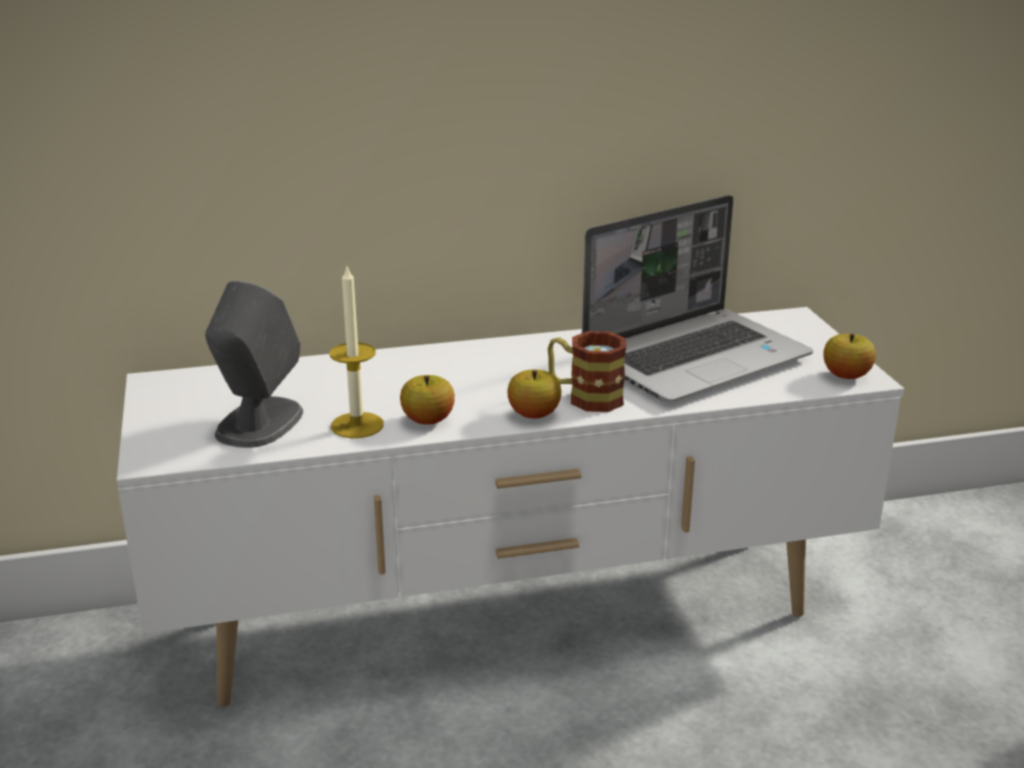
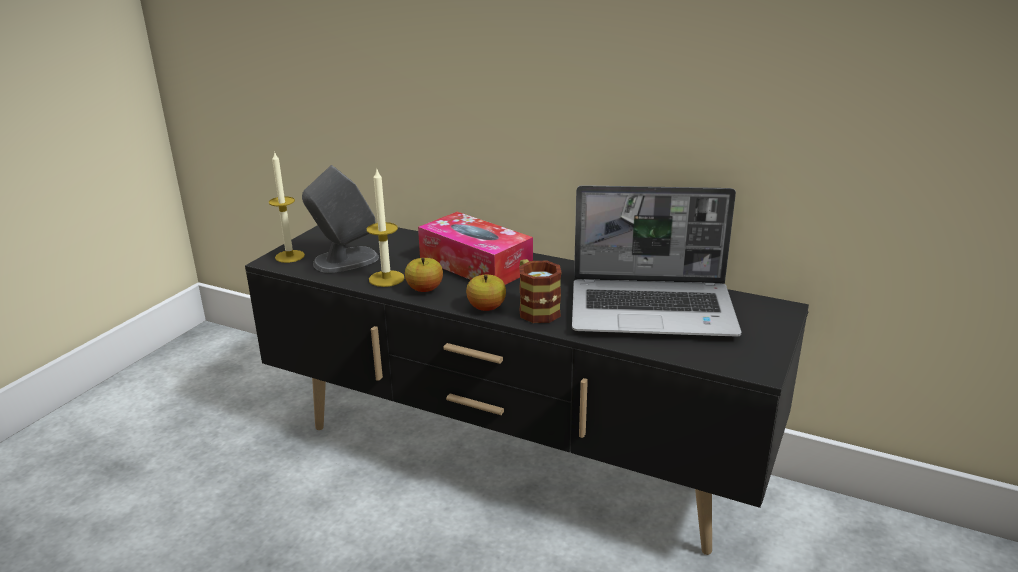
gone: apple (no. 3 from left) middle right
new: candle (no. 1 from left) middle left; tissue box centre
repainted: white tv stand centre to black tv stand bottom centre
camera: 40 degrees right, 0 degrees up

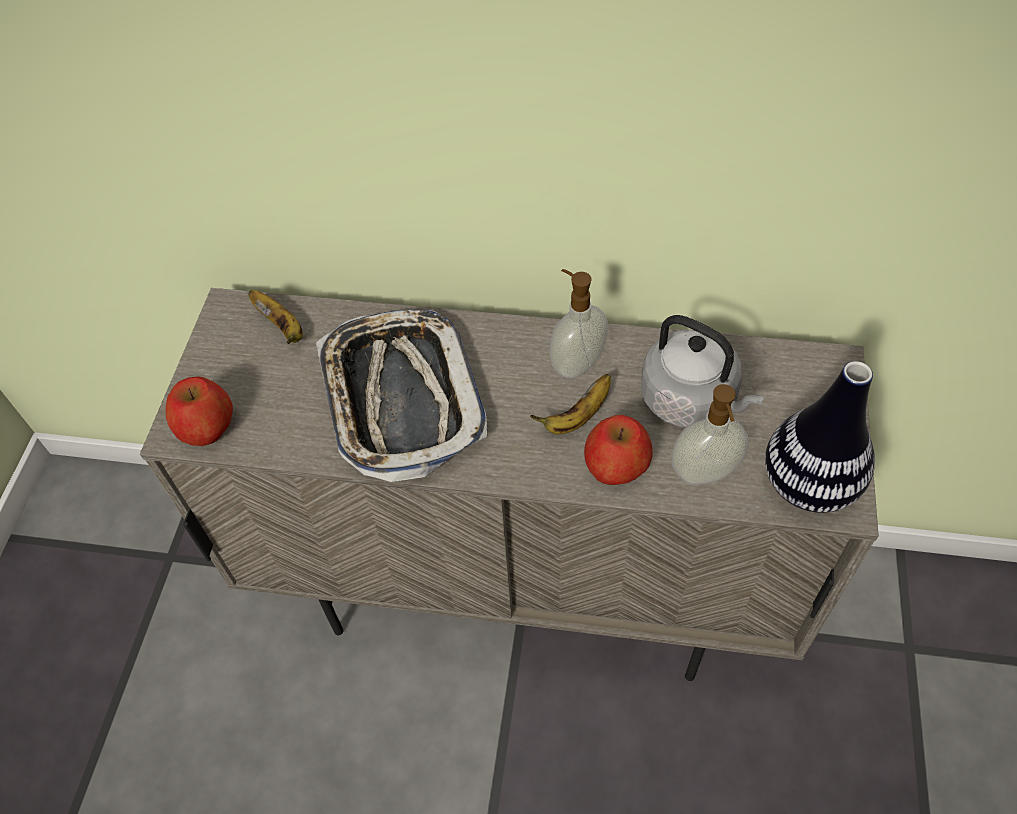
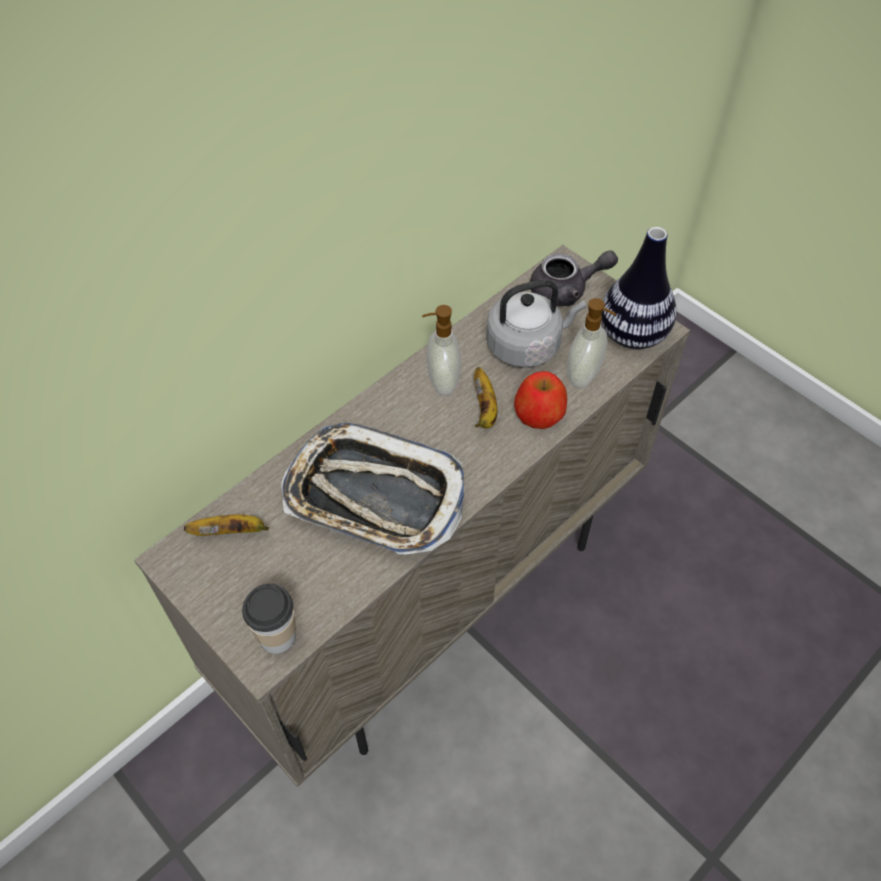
new: grey teapot top centre
swapped: apple (no. 1 from left) middle left to cup bottom left
camera: 55 degrees left, 0 degrees up

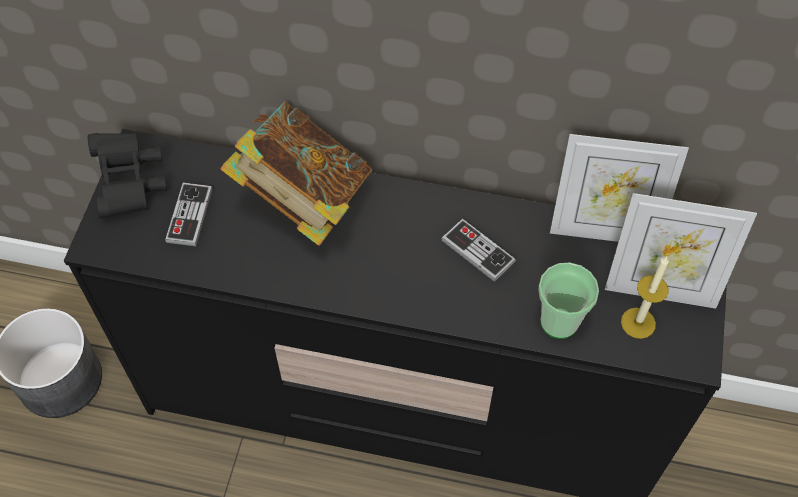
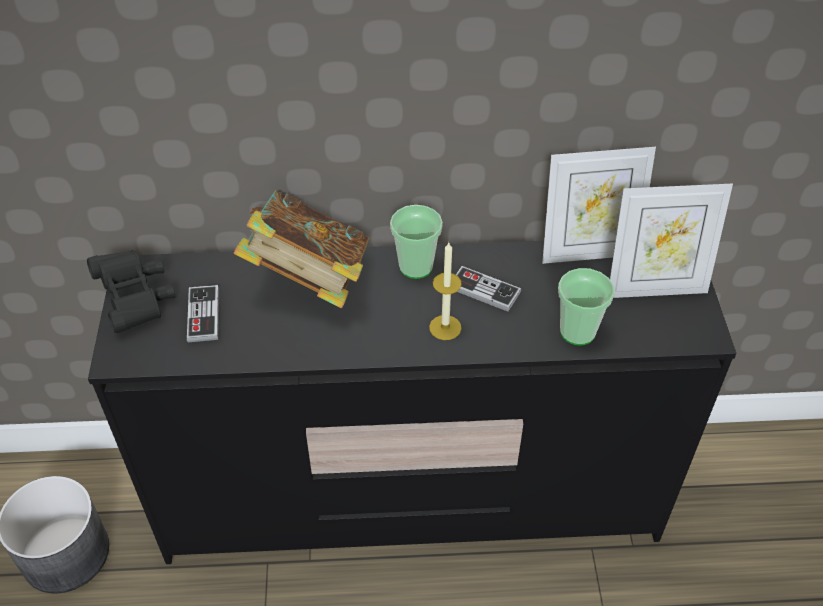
new: cup (no. 1 from left) centre
shifted: candle middle right to centre
camera: 15 degrees left, 10 degrees down

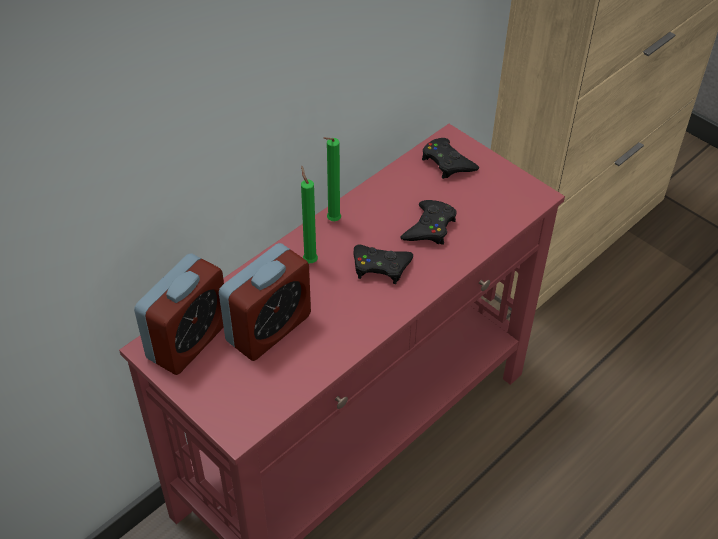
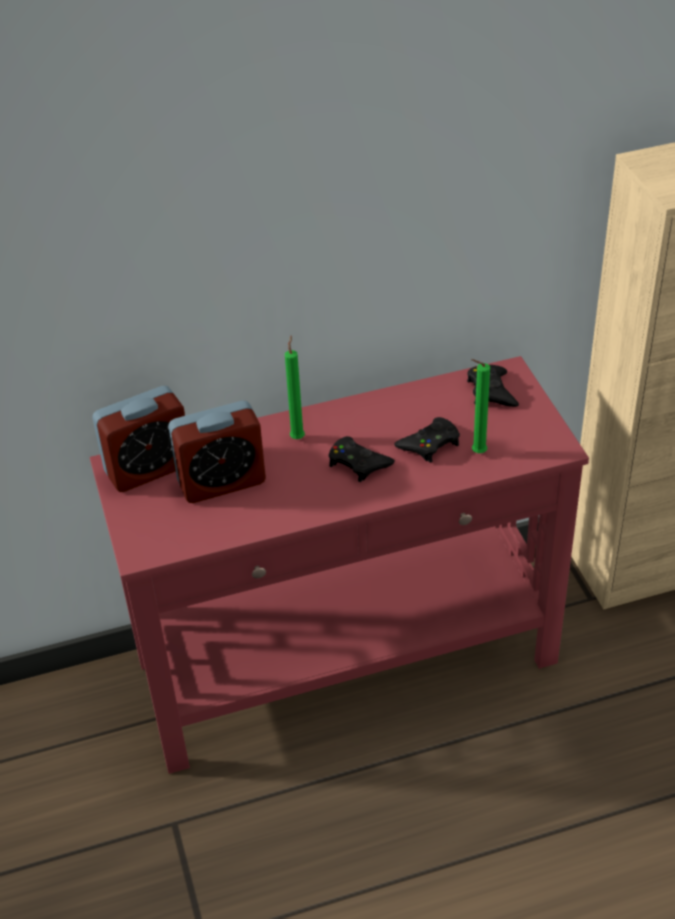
shifted: green candle (no. 2 from left) top centre to middle right
camera: 30 degrees right, 5 degrees down

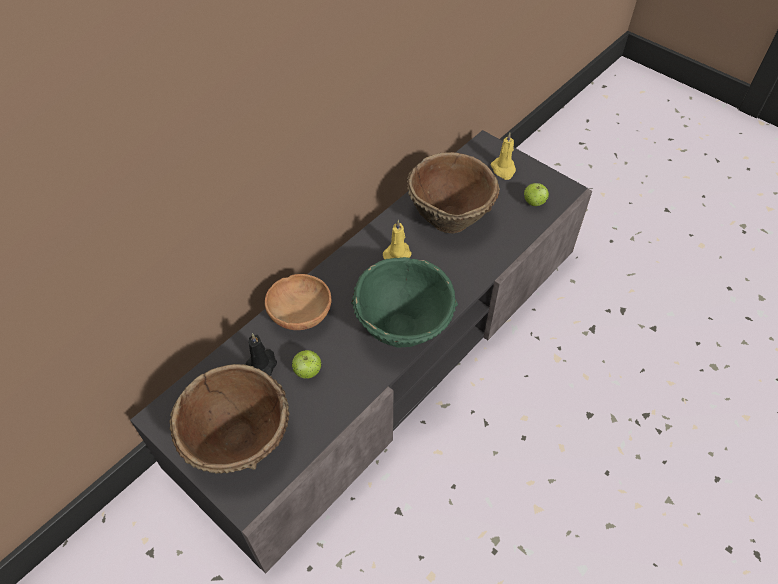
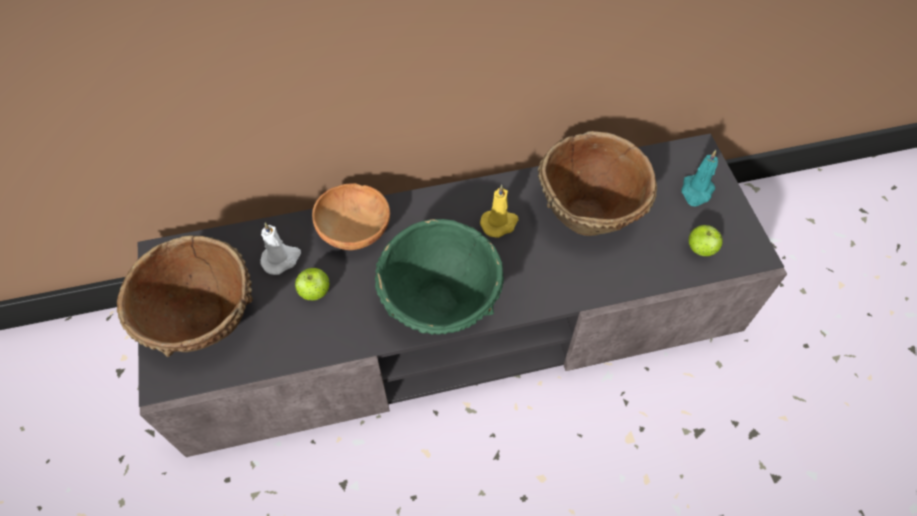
repainted: black candle centre to white candle middle left; yellow candle (no. 2 from left) top centre to turquoise candle middle right
camera: 35 degrees right, 5 degrees up

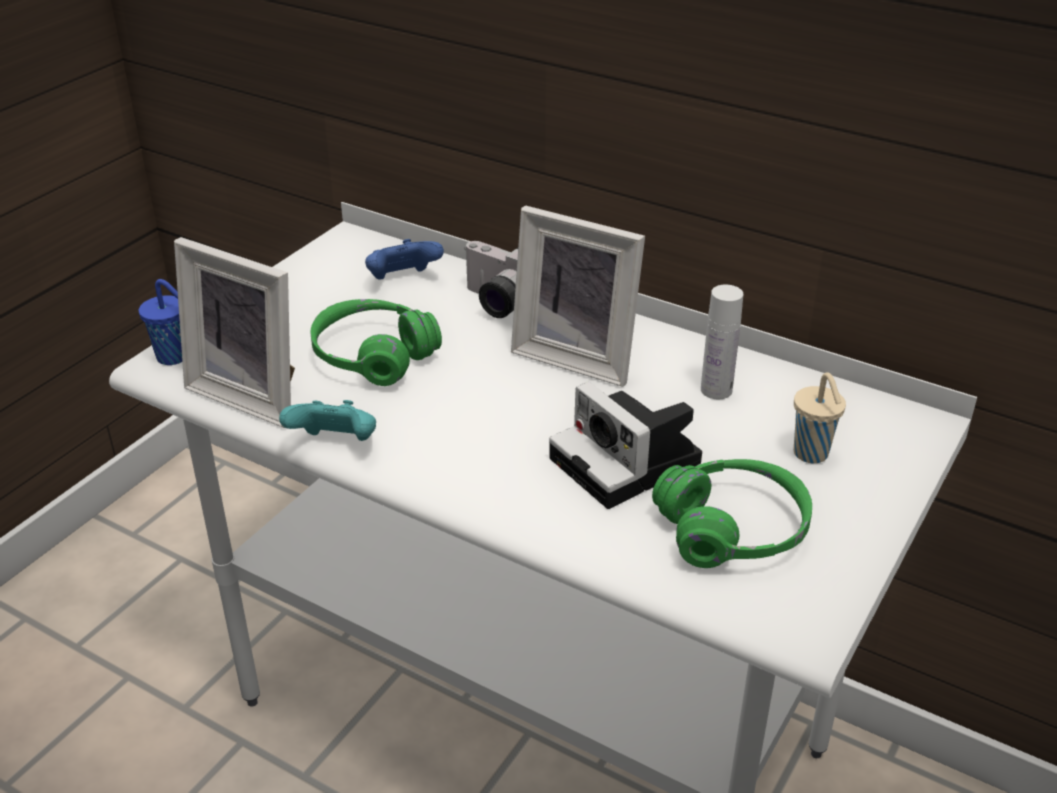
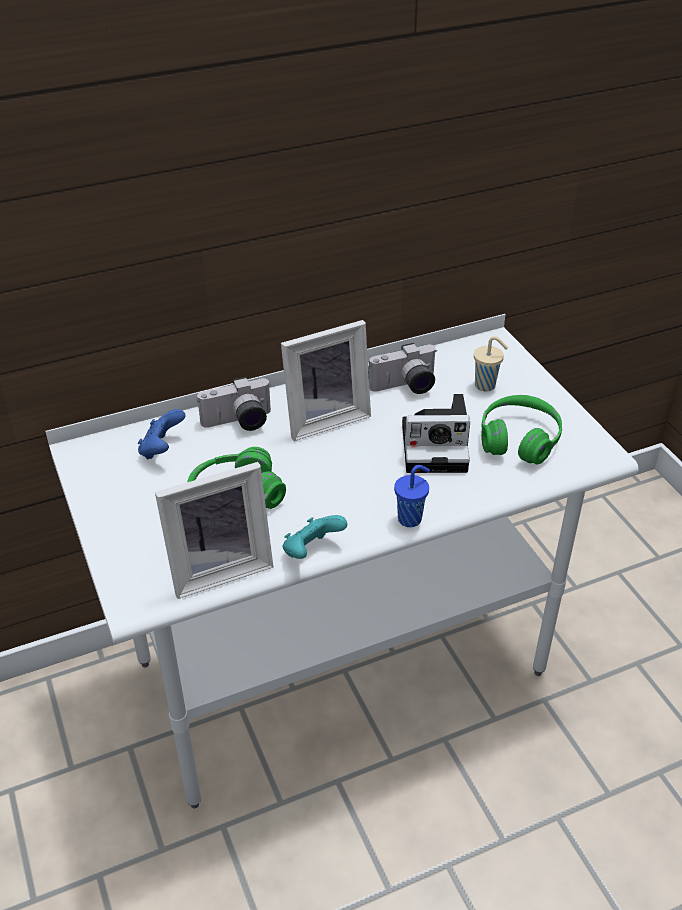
shifted: blue cup middle left to centre
swapped: white bottle middle right to photo camera (no. 2 from left) centre
camera: 55 degrees left, 5 degrees up

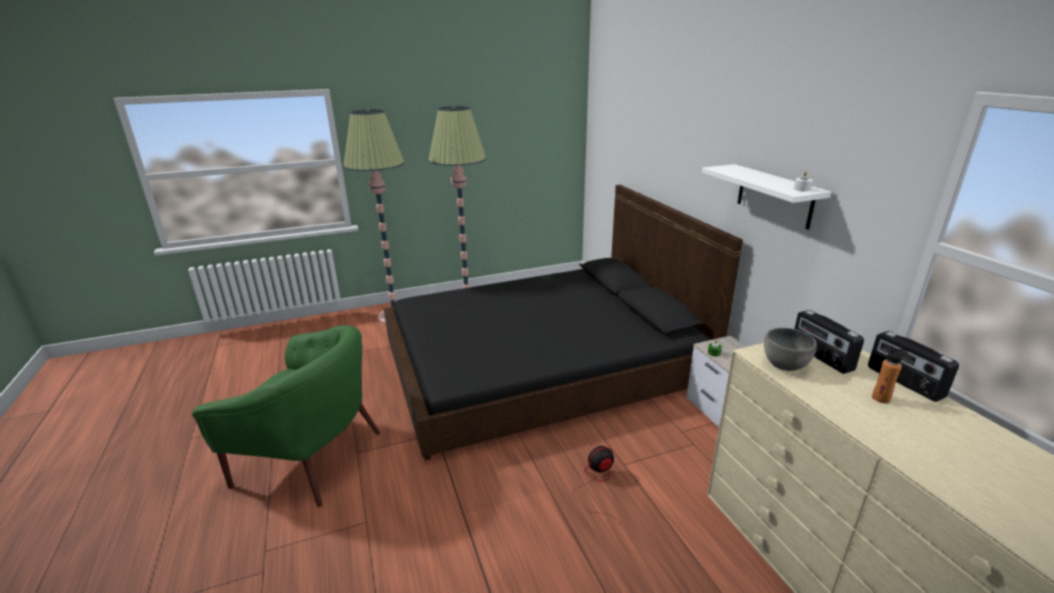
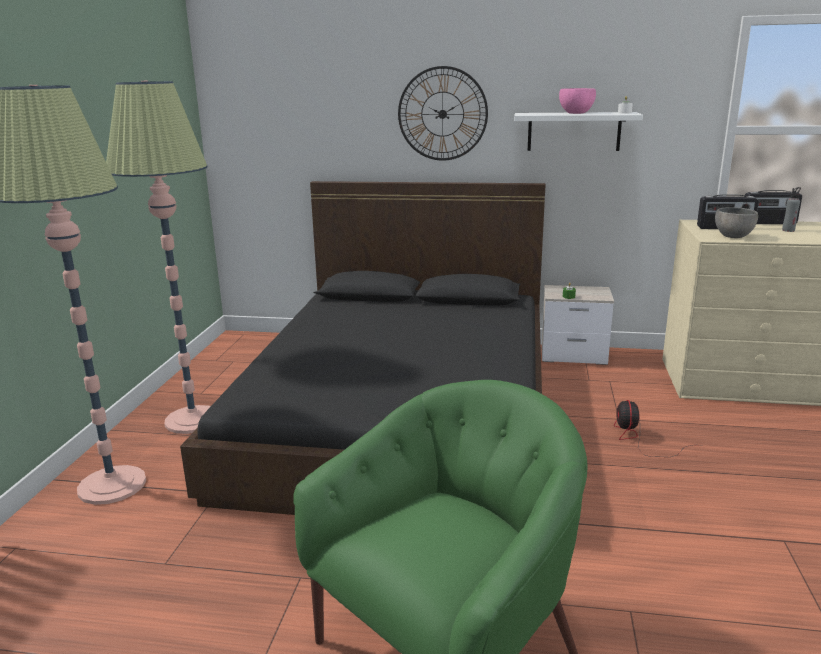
new: wall clock top centre; pink bowl top right
repainted: orange bottle middle right to grey bottle top right
camera: 60 degrees left, 5 degrees down

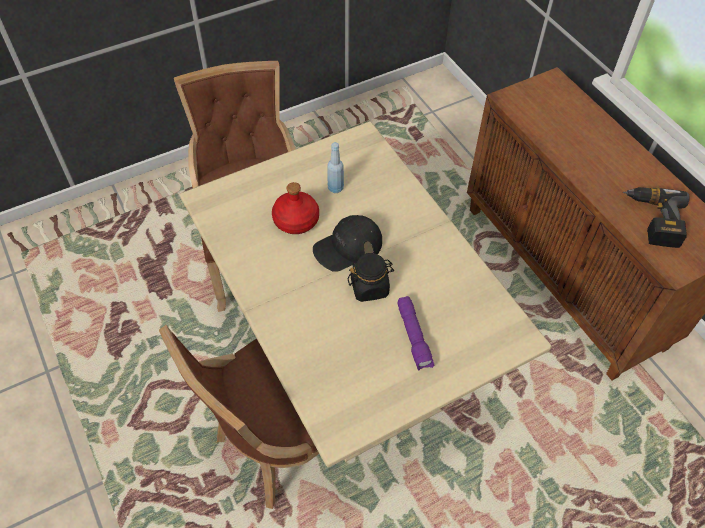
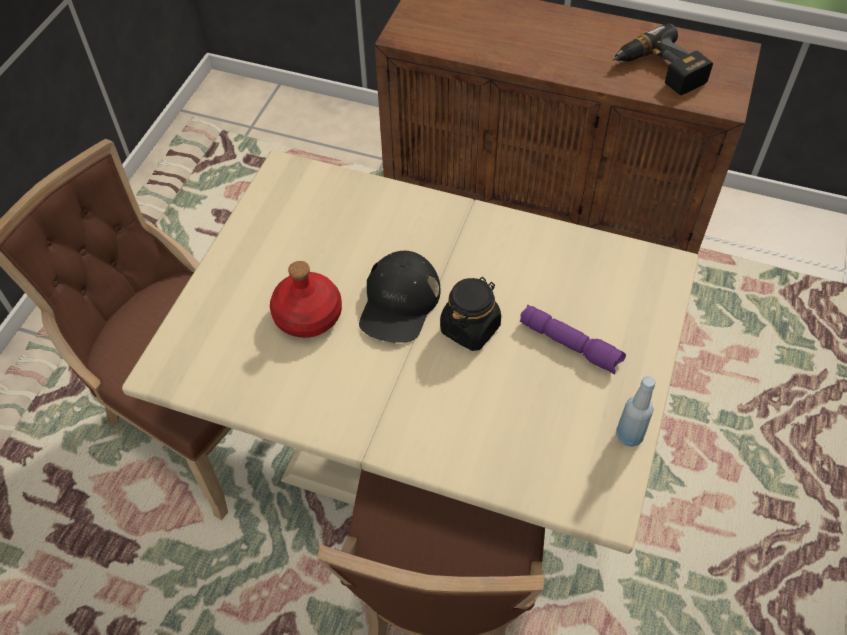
shifted: blue bottle top centre to middle right
camera: 40 degrees left, 0 degrees up

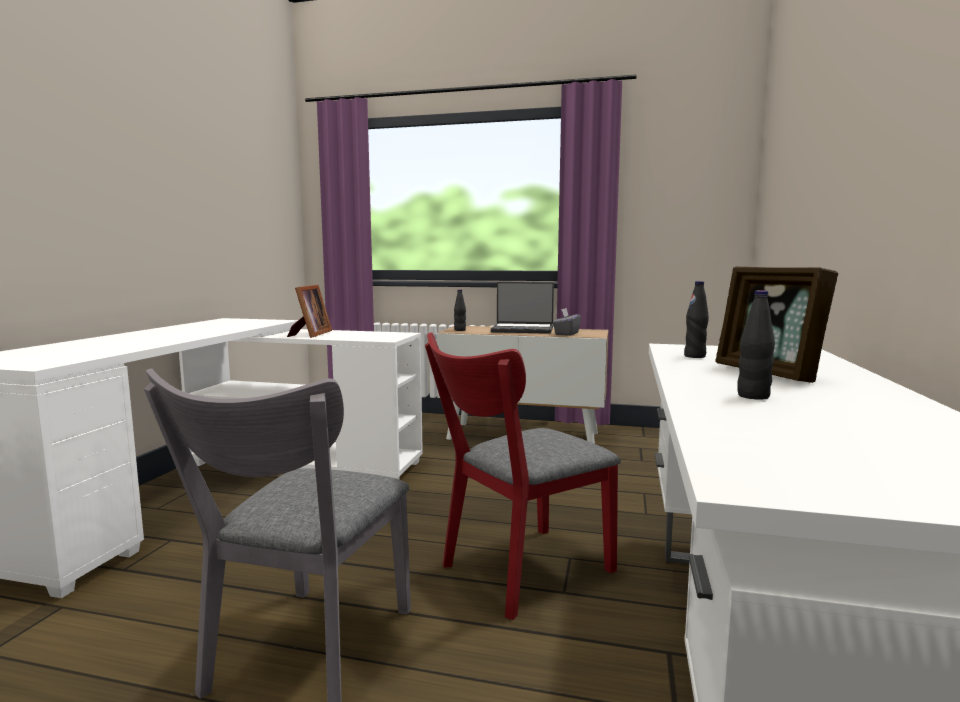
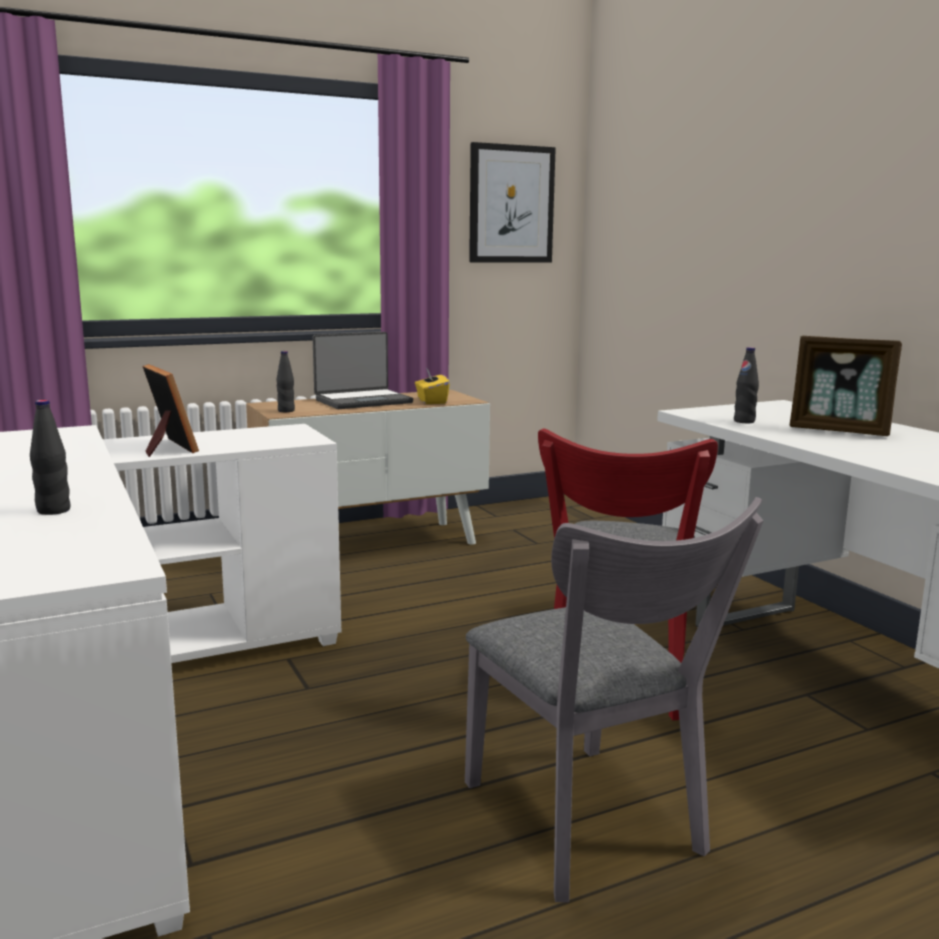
new: picture top centre
shifted: black bottle (no. 3 from left in the first image) middle right to black bottle (no. 1 from left) middle left
repainted: grey tissue box centre to yellow tissue box centre
camera: 40 degrees left, 5 degrees up

